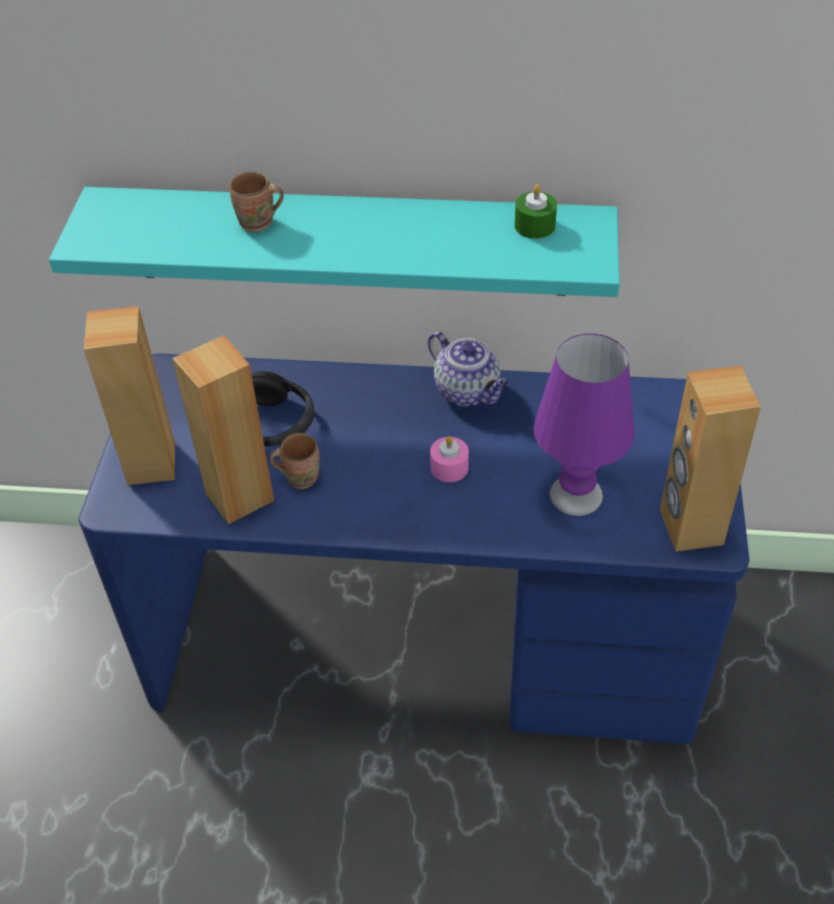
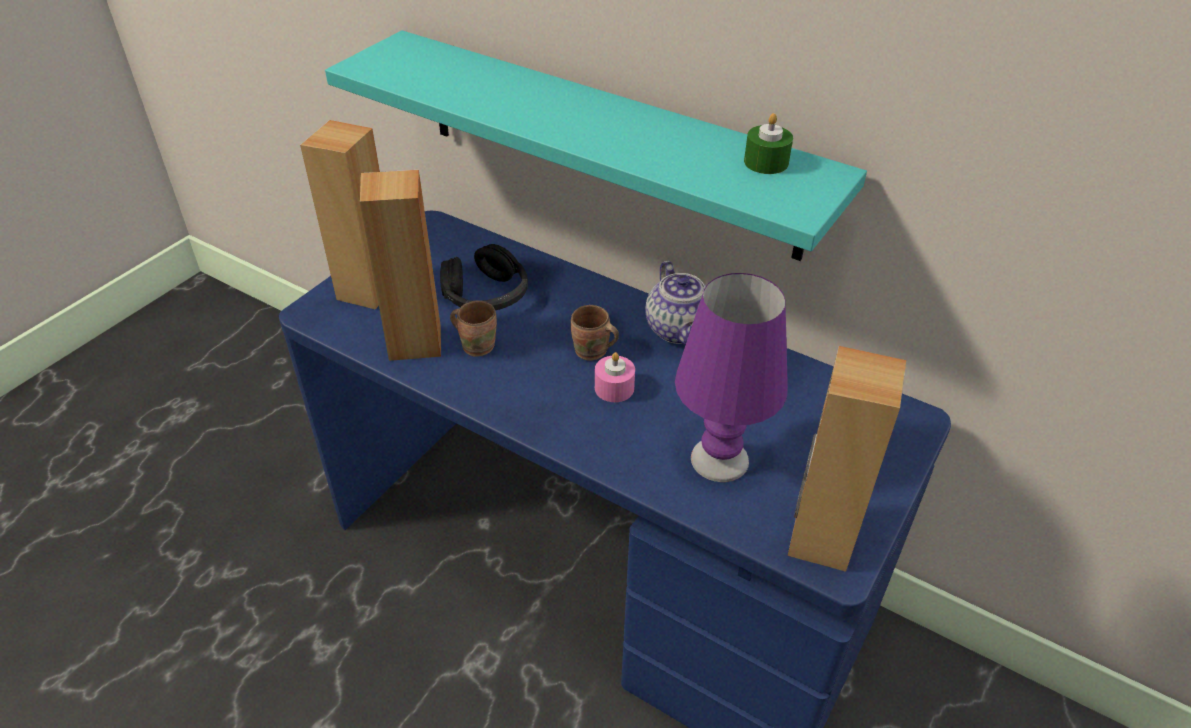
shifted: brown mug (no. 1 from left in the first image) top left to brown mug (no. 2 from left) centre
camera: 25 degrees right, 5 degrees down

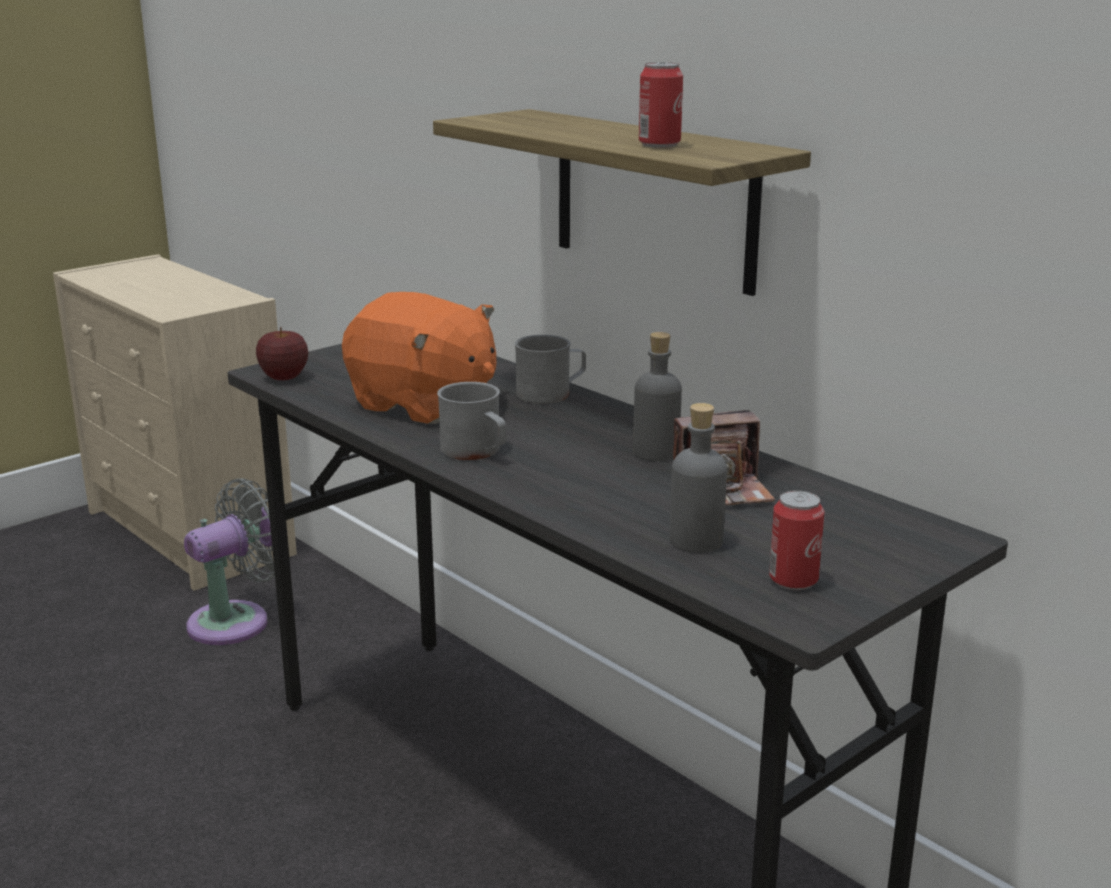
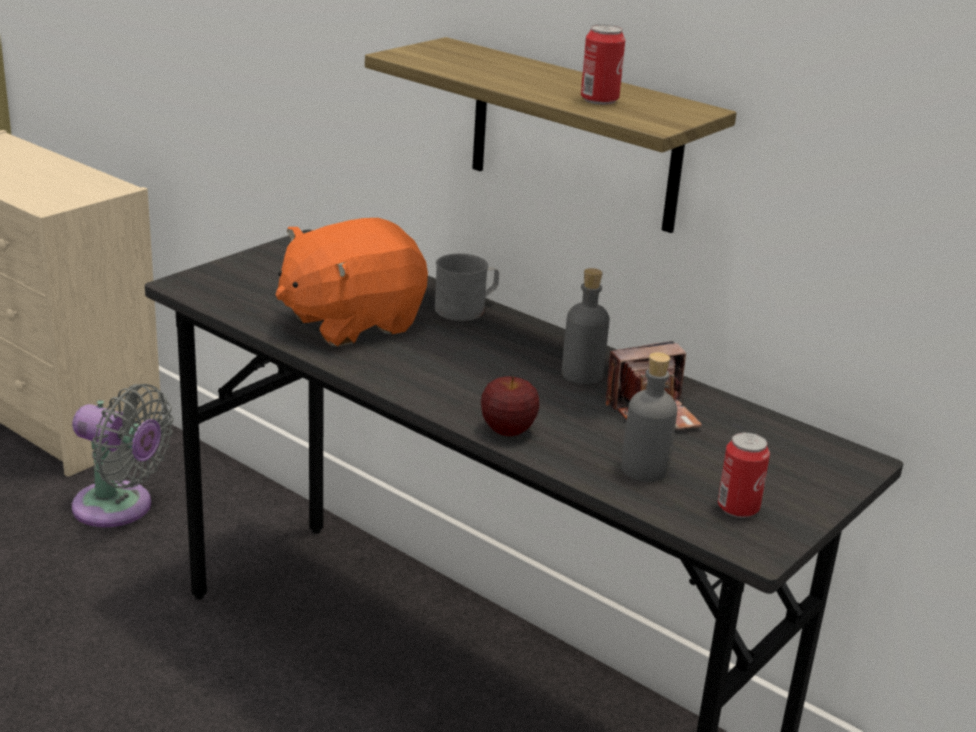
gone: grey mug (no. 1 from left) centre
shifted: apple middle left to centre
rotated: grey fan middle left = middle left 75 degrees clockwise; orange plush toy centre = centre 120 degrees clockwise
camera: 10 degrees left, 5 degrees up

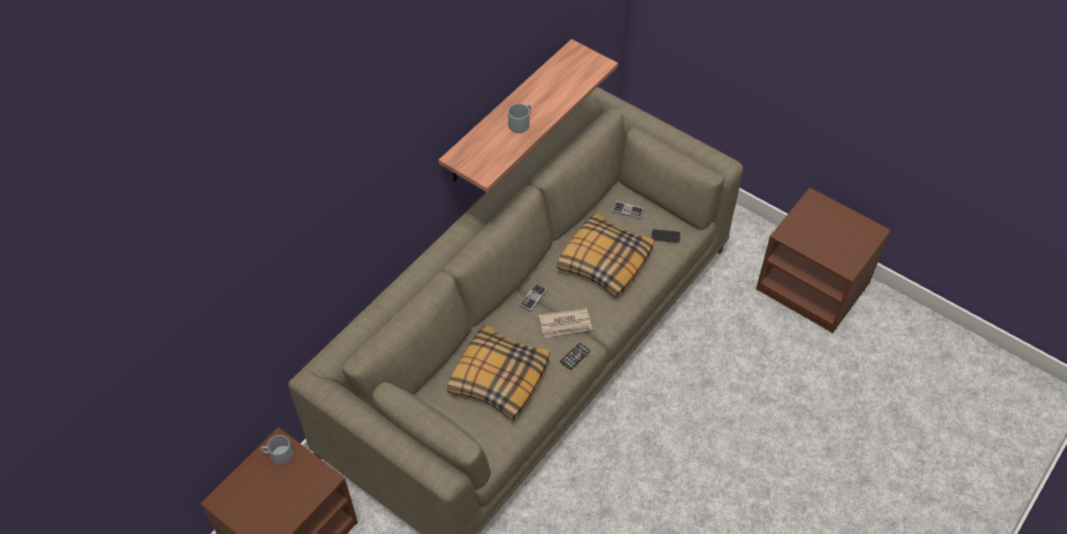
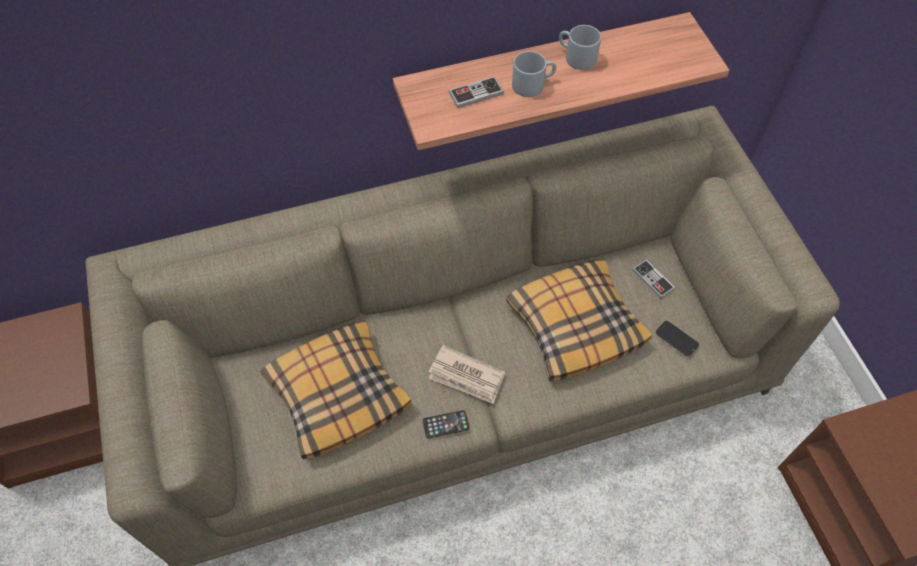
shifted: grey mug (no. 1 from left in the first image) bottom left to grey mug (no. 2 from left) top centre; game controller (no. 1 from left) centre to top centre
camera: 35 degrees right, 5 degrees up

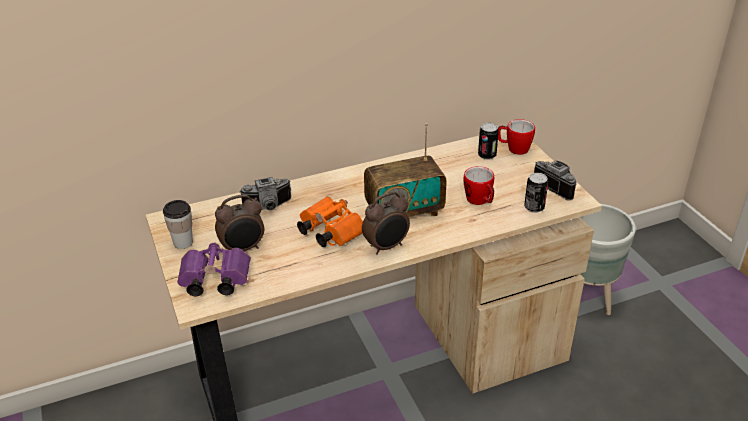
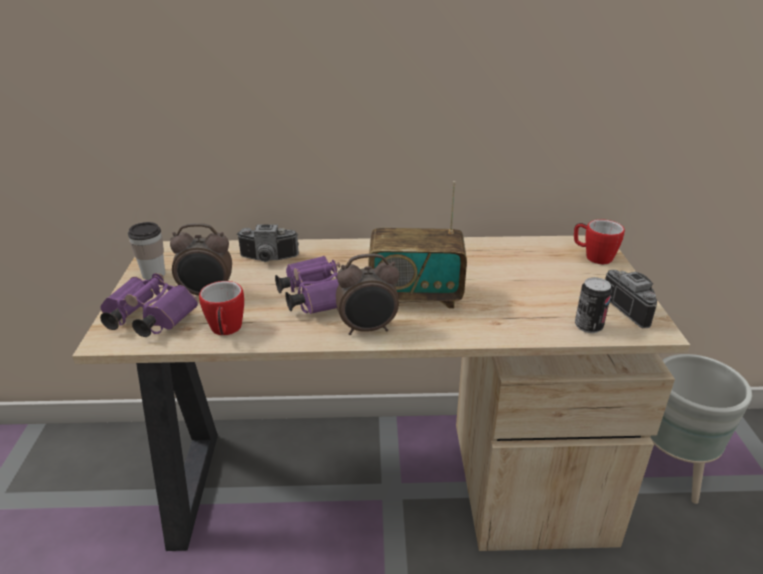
gone: can (no. 1 from left) centre
shifted: mug (no. 1 from left) centre to middle left
repainted: orange binoculars centre to purple binoculars (no. 2 from left) centre
camera: 20 degrees right, 5 degrees down

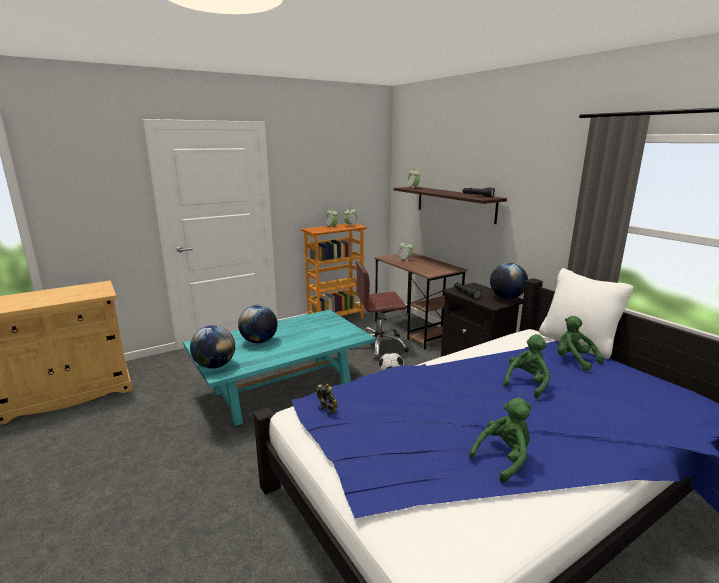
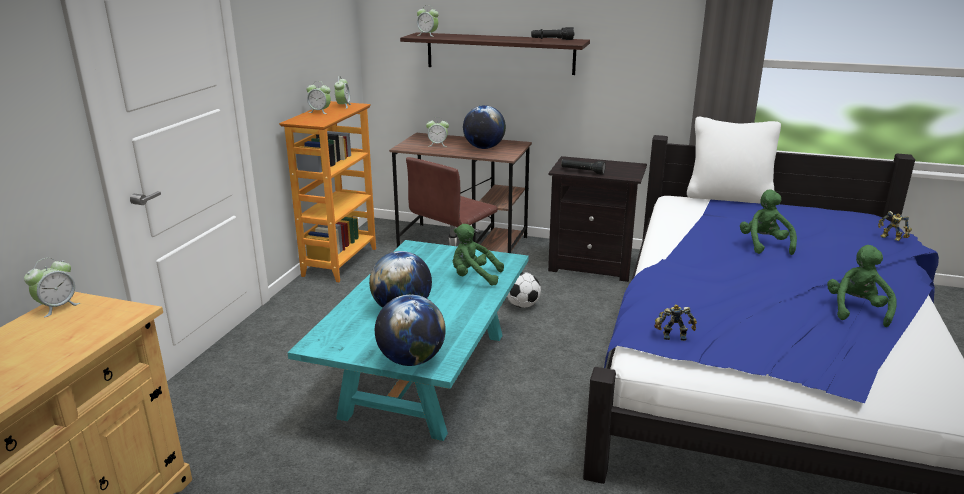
new: alarm clock (no. 1 from left) middle left; toy robot (no. 2 from left) middle right
shifted: globe (no. 3 from left) middle right to top centre; green plush toy (no. 3 from left in the first image) middle right to green plush toy (no. 1 from left) centre
camera: 40 degrees left, 5 degrees up

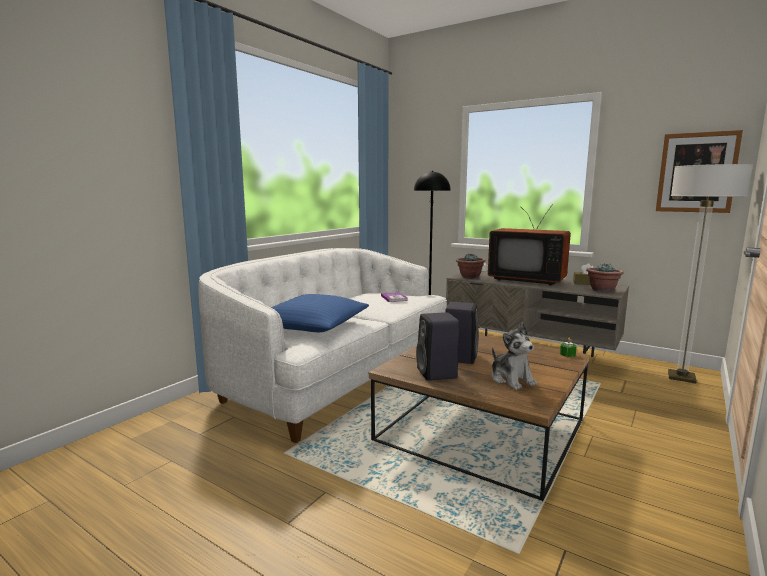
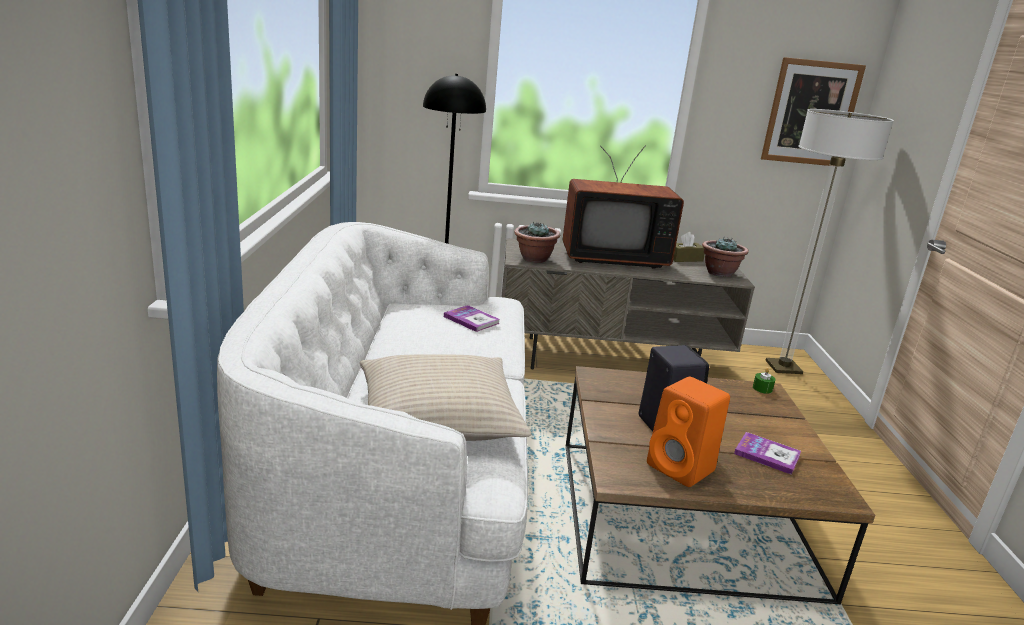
swapped: plush toy middle right to book (no. 2 from left) bottom right
repainted: blue pillow centre to beige pillow centre; black speaker (no. 1 from left) centre to orange speaker bottom right
camera: 35 degrees left, 10 degrees up

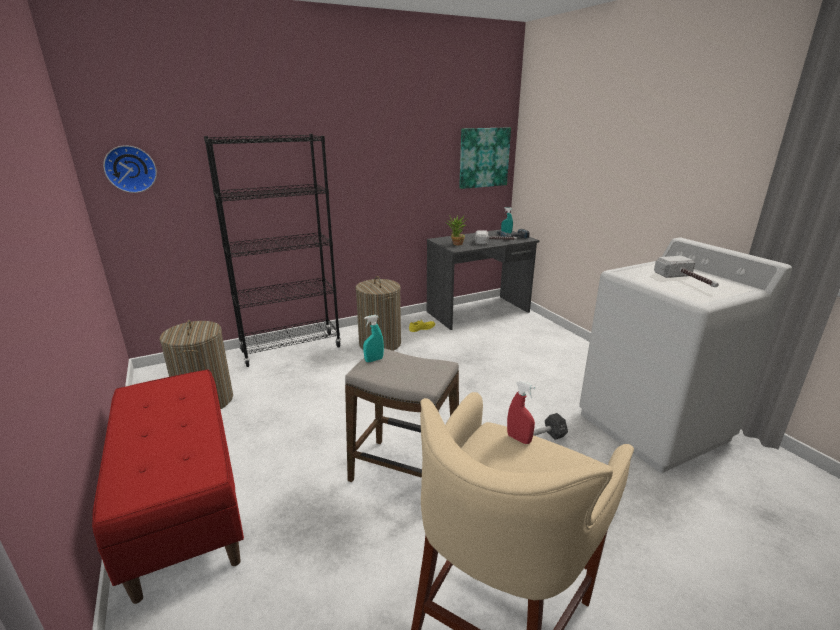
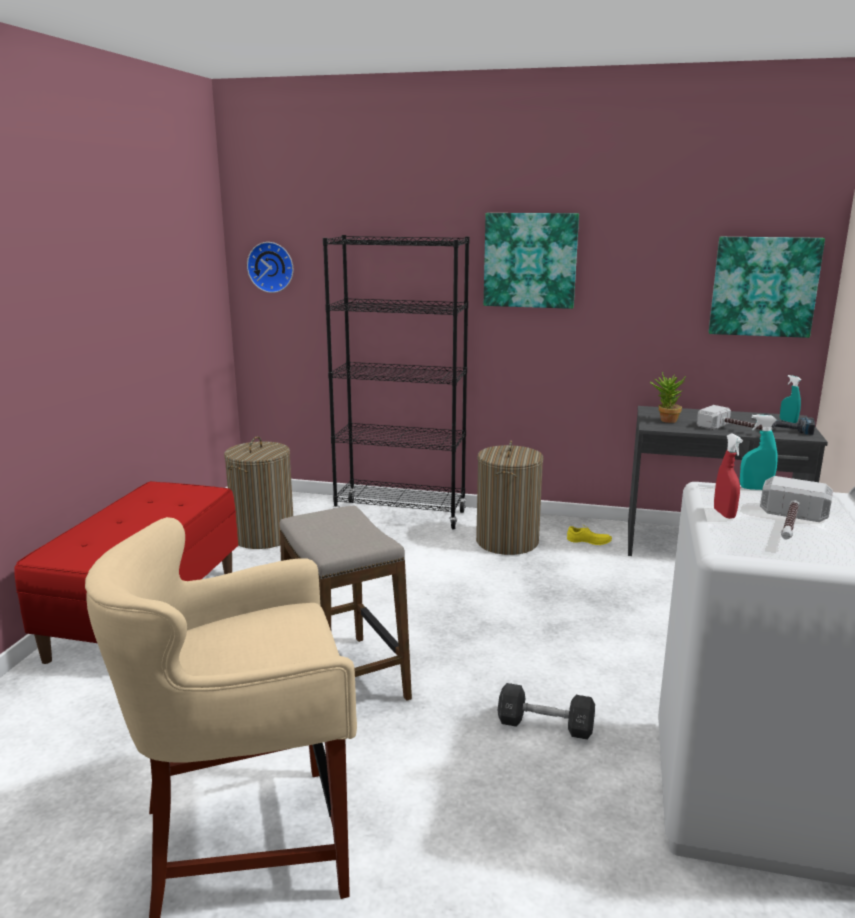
new: picture (no. 1 from left) top centre
shifted: turquoise spray bottle (no. 1 from left) centre to middle right; red spray bottle centre to middle right
camera: 40 degrees right, 5 degrees down

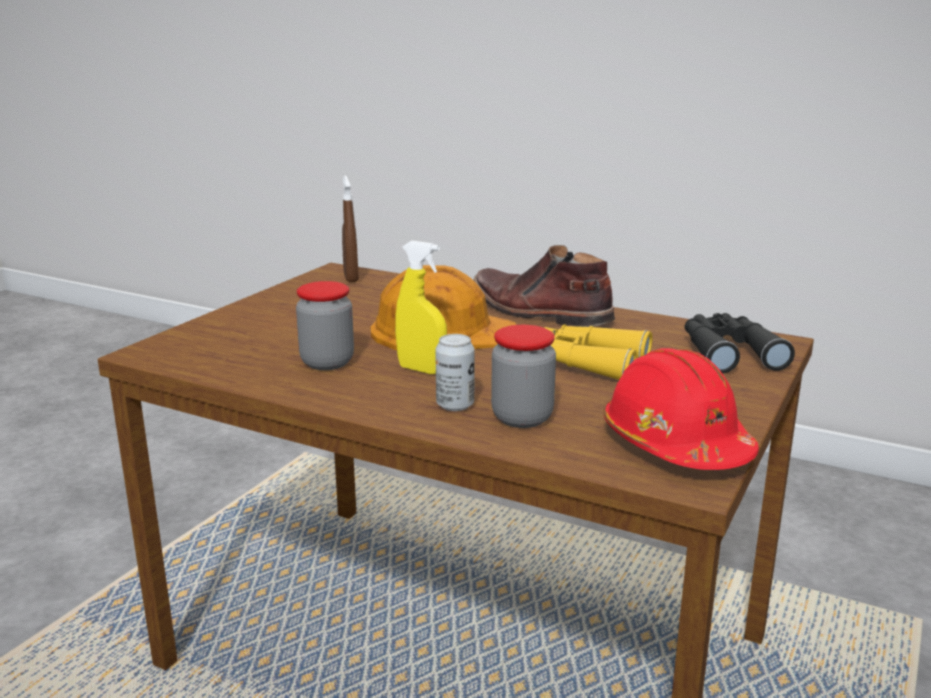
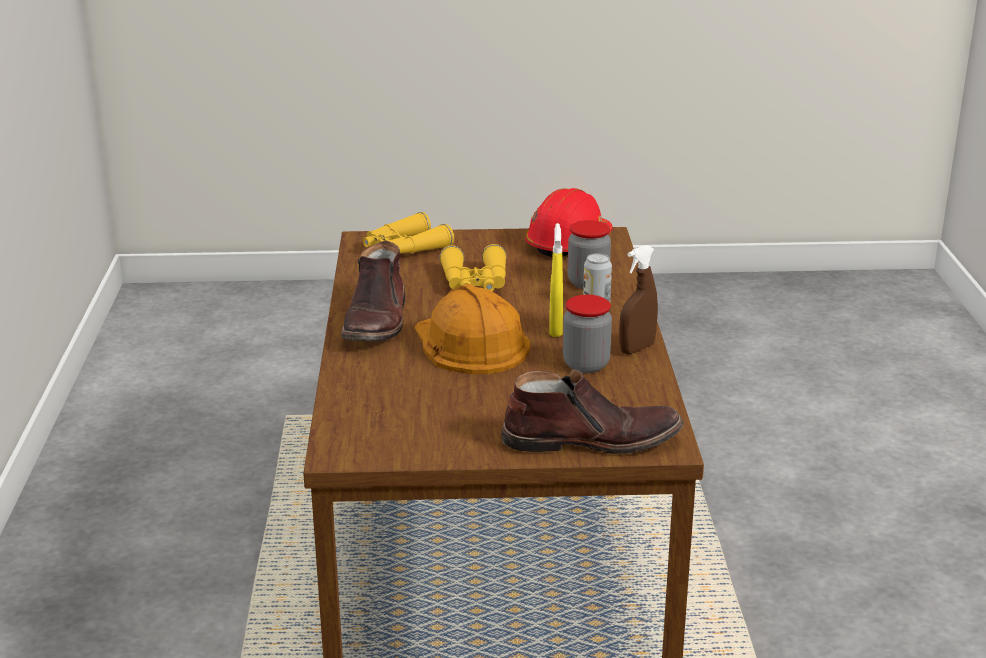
new: brown boot (no. 2 from left) centre
shifted: brown spray bottle top centre to centre
repainted: black binoculars middle right to yellow binoculars (no. 1 from left) centre
camera: 120 degrees left, 5 degrees up

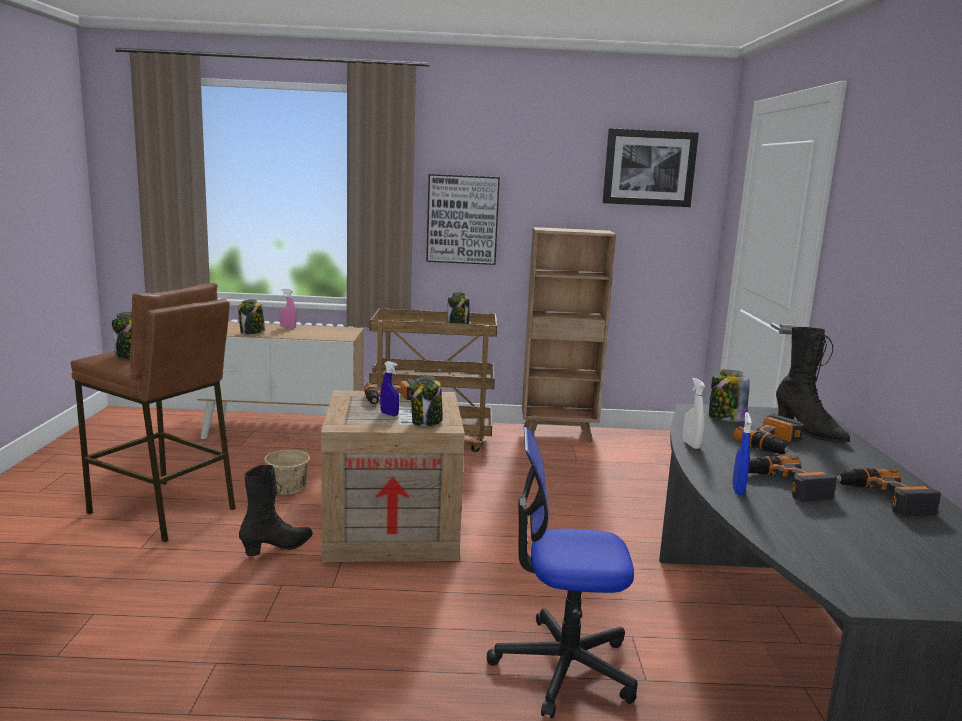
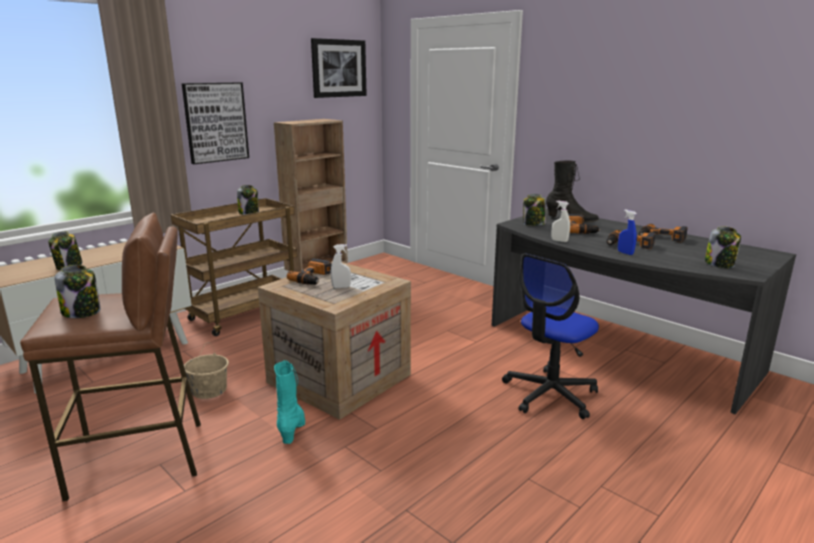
gone: pink spray bottle middle left
shifted: jar (no. 3 from left in the first image) centre to jar (no. 5 from left) middle right
repainted: black boot (no. 1 from left) bottom left to turquoise boot bottom centre; blue spray bottle (no. 1 from left) centre to white spray bottle (no. 1 from left) centre
camera: 45 degrees left, 5 degrees up

